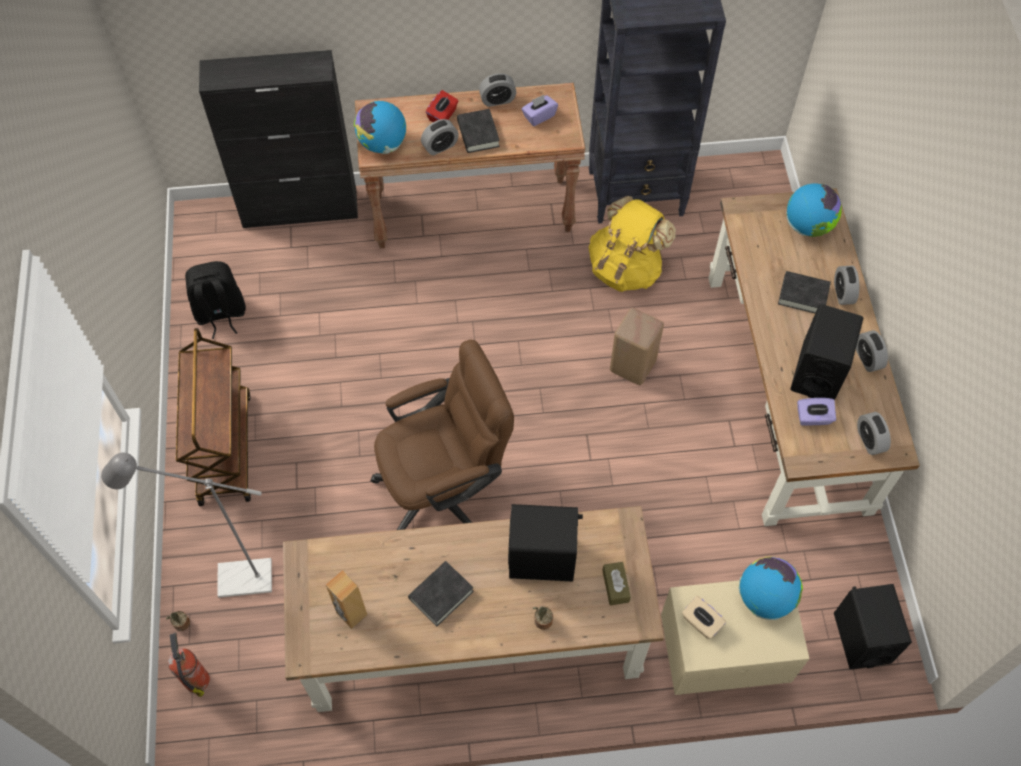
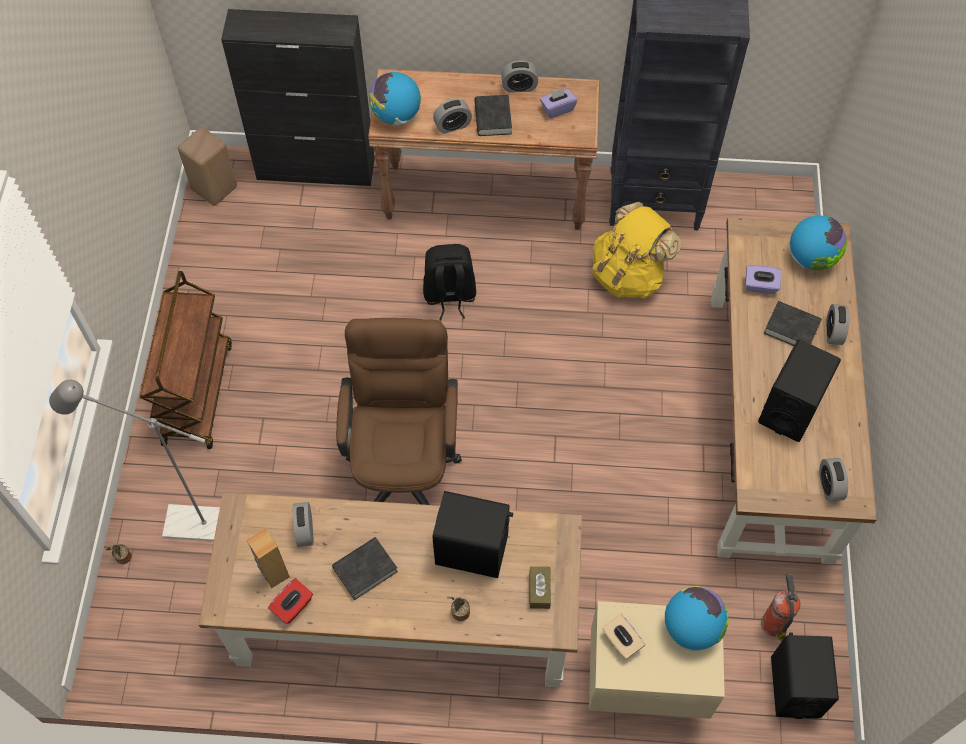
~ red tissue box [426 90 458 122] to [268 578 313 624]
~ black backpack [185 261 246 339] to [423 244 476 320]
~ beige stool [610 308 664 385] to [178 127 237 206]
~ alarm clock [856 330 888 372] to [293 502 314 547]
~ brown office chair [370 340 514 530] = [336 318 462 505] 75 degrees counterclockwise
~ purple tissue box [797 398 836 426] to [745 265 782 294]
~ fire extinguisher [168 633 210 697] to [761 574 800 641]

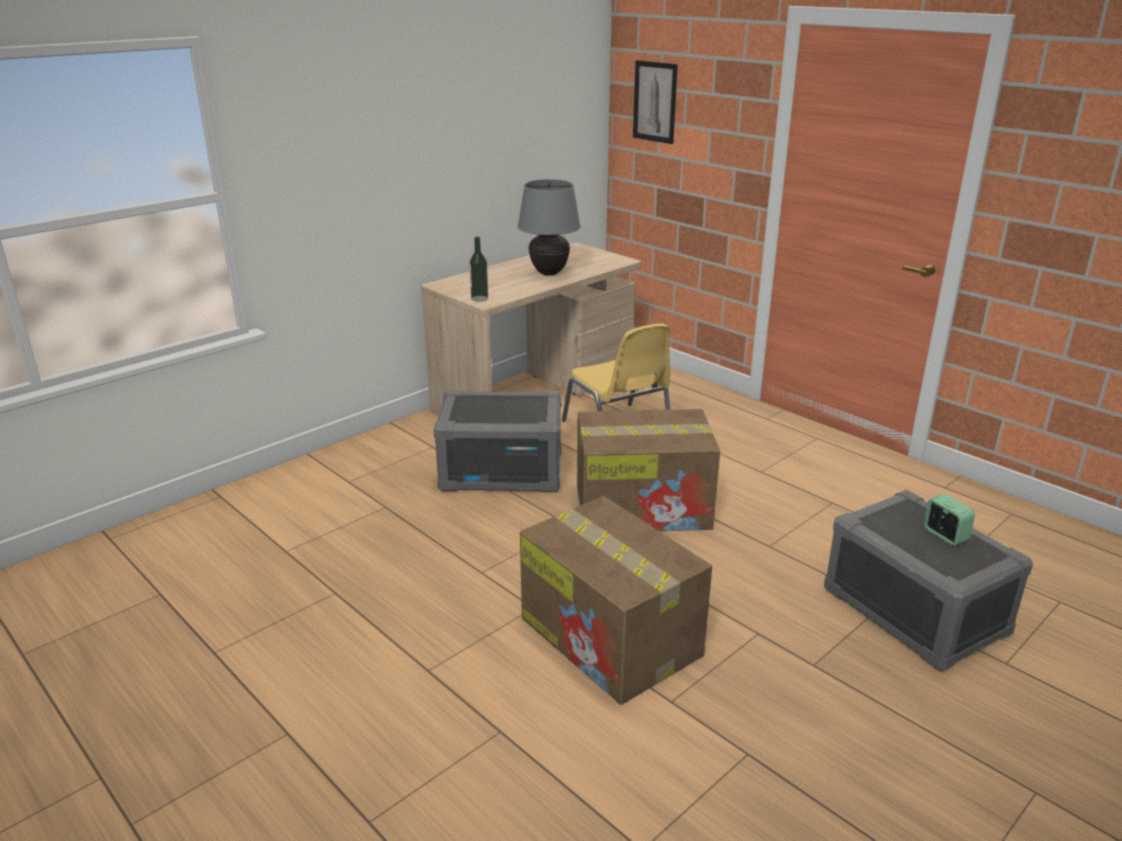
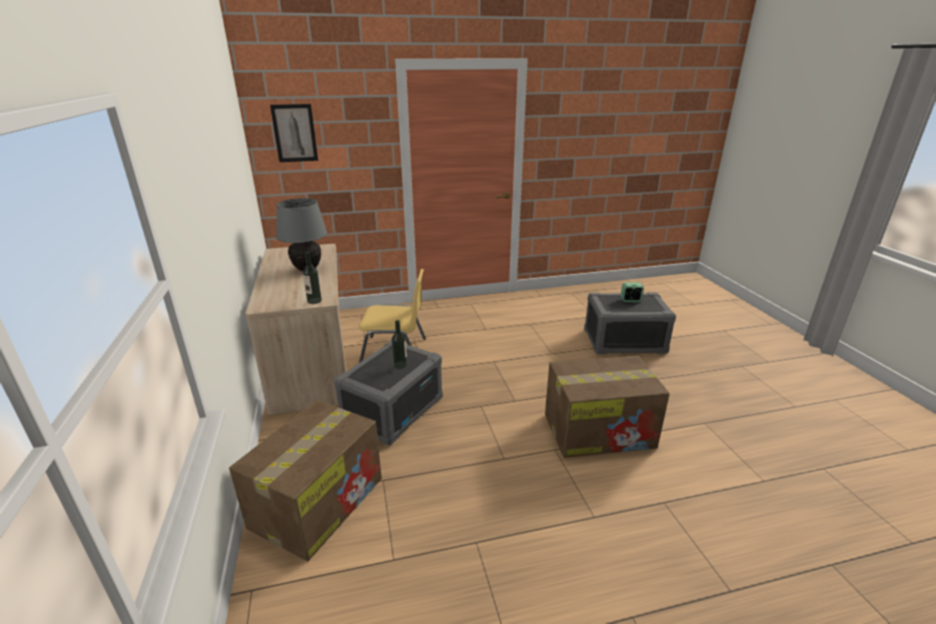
~ cardboard box [577 409 720 531] to [229 400 382 561]
+ bottle [392 320 407 369]

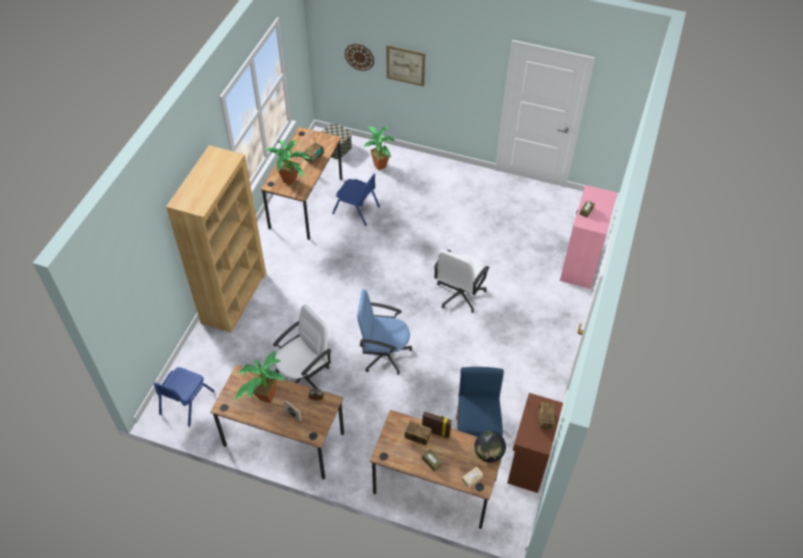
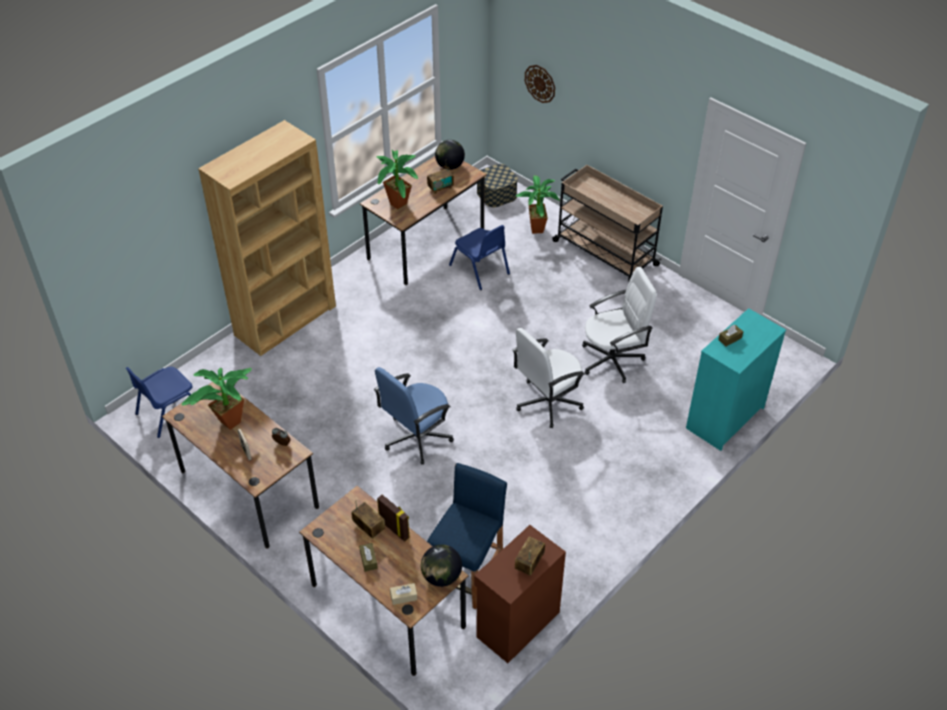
- picture [387 45 425 87]
~ pink dresser [560 185 617 289] to turquoise dresser [686 308 786 451]
~ blue office chair [357 289 412 375] = [374 367 454 465] 75 degrees counterclockwise
~ white office chair [273 304 331 389] to [582 267 657 383]
+ globe [435 140 465 170]
+ beige cart [552 165 663 281]

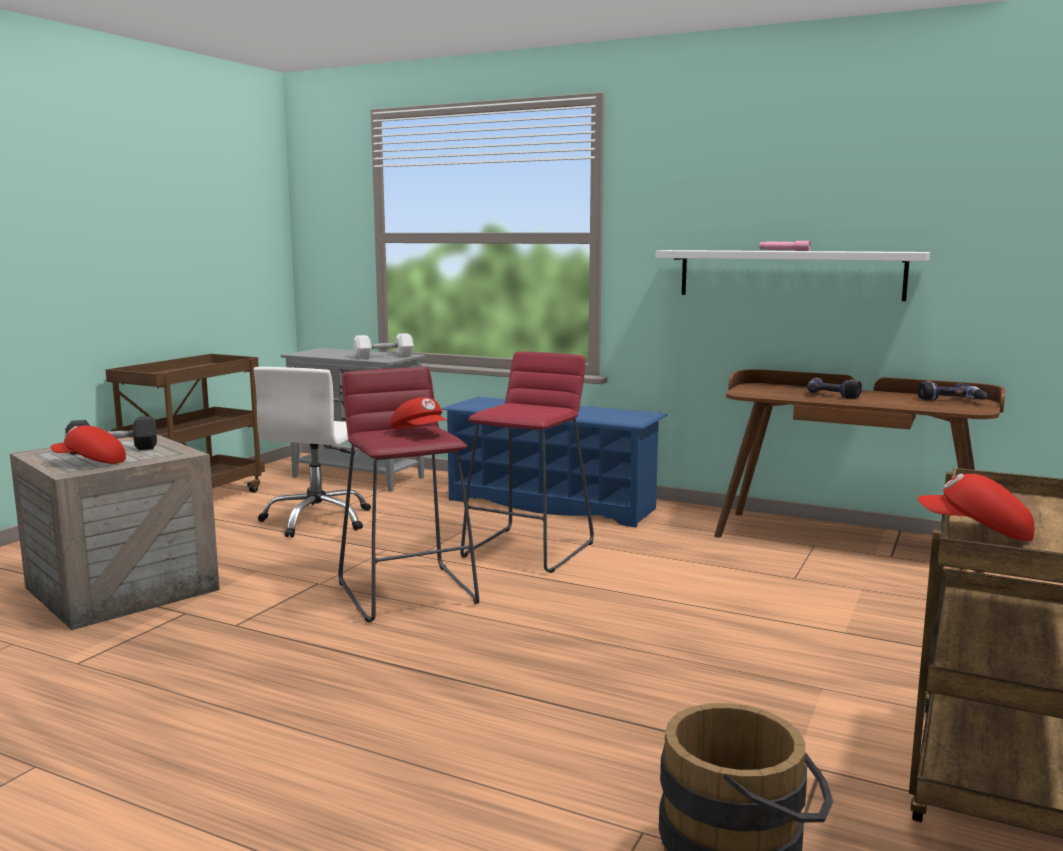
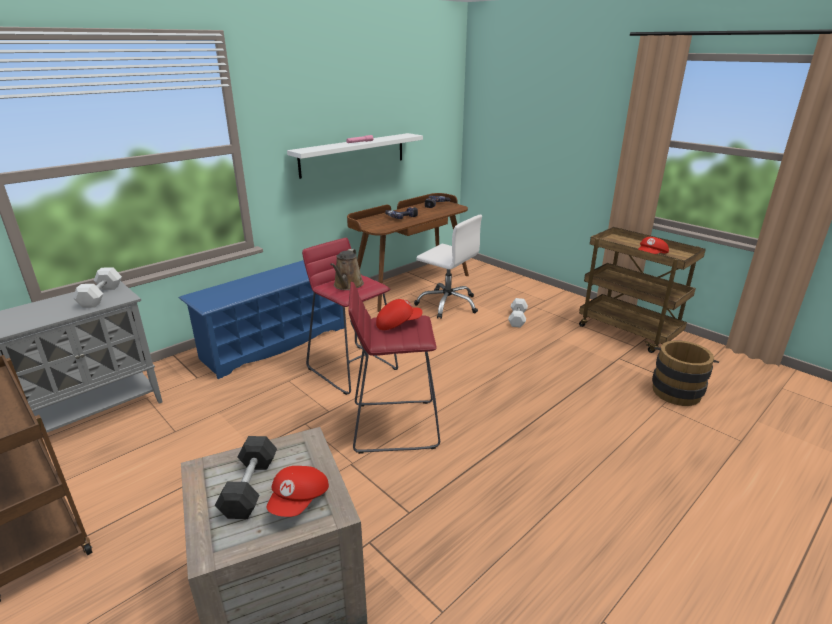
~ white office chair [254 367 371 537] to [414 215 482 319]
+ brown watering can [330 249 364 290]
+ white dumbbell [508 298 528 328]

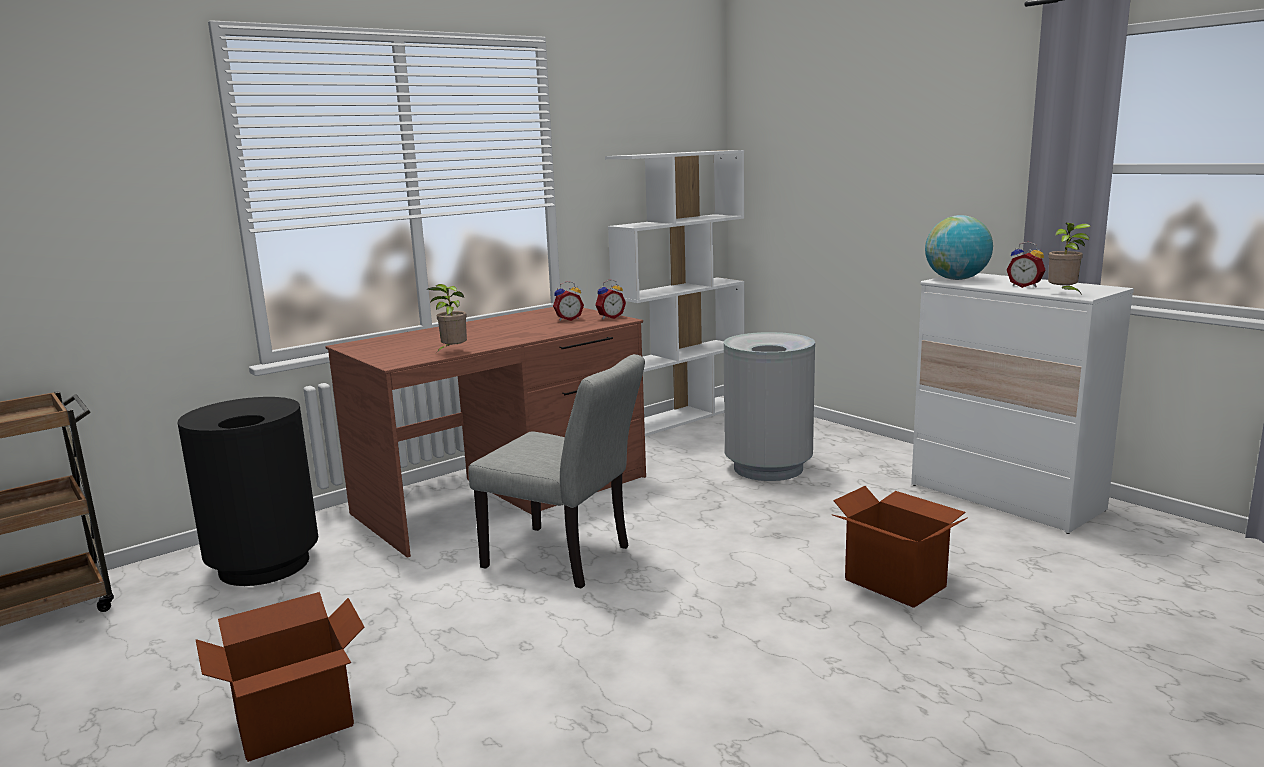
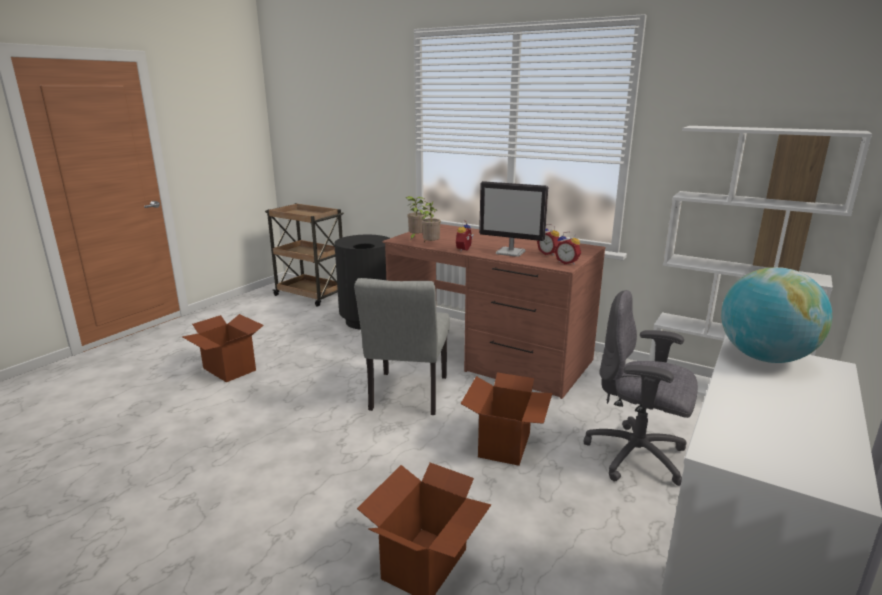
~ potted plant [1048 223 1091 295] to [405 196 425 240]
~ alarm clock [1007 242 1046 288] to [456 220 474 252]
~ grey trash can [724 332 815 481] to grey office chair [583 290 698 486]
+ monitor [479 181 548 257]
+ cardboard box [461 373 552 466]

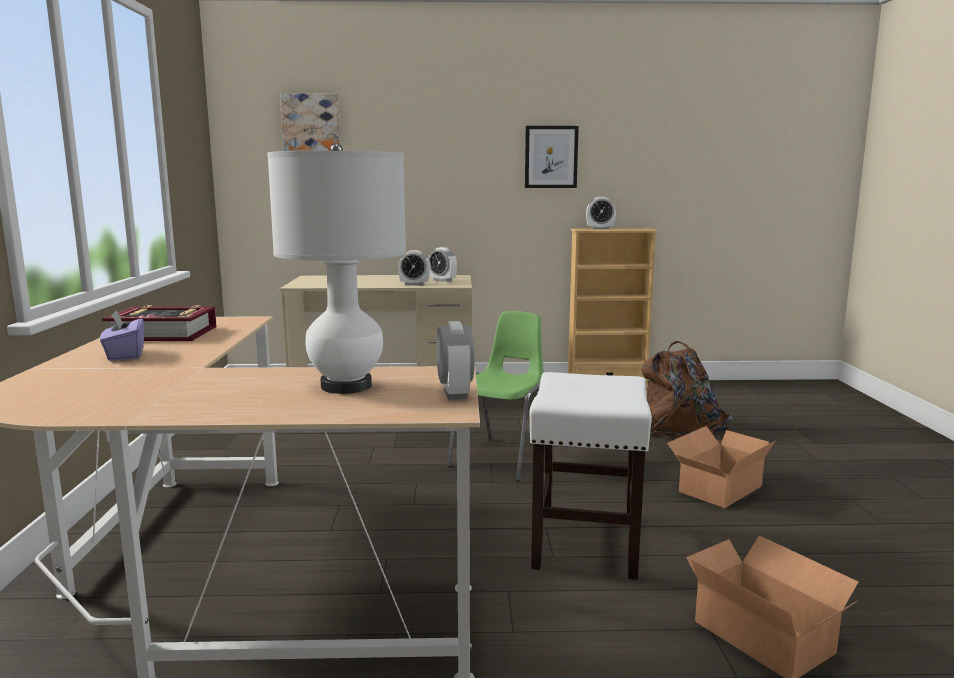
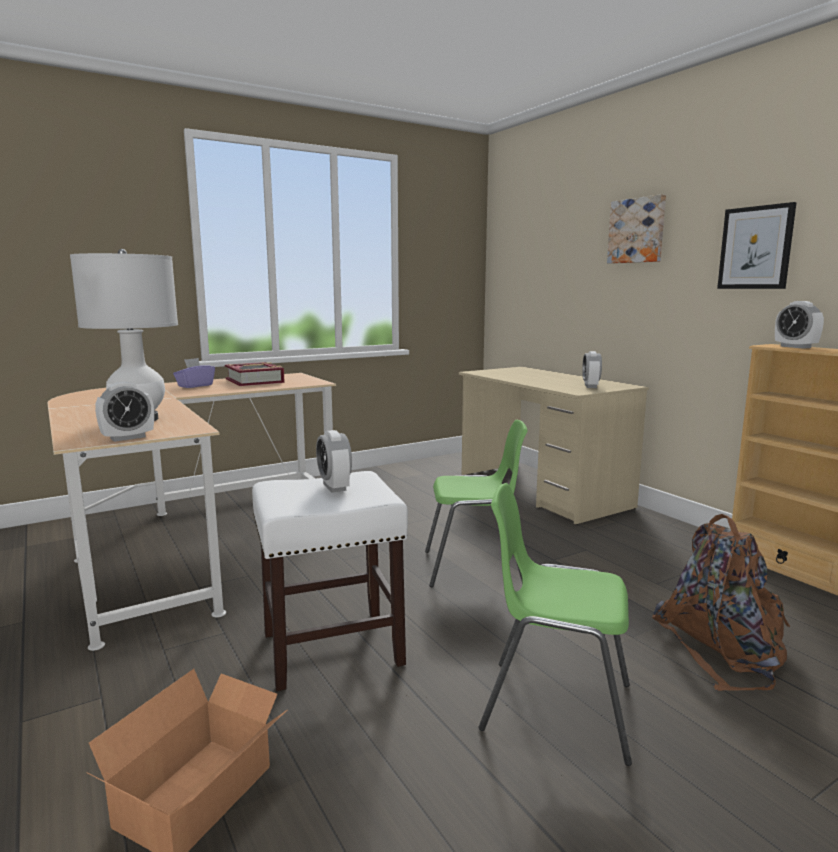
~ picture [280 93 340 151] to [607 194 666 264]
~ alarm clock [398 250 430 286] to [316 430 352 493]
~ cardboard box [667 426 775 508] to green chair [478 483 632 766]

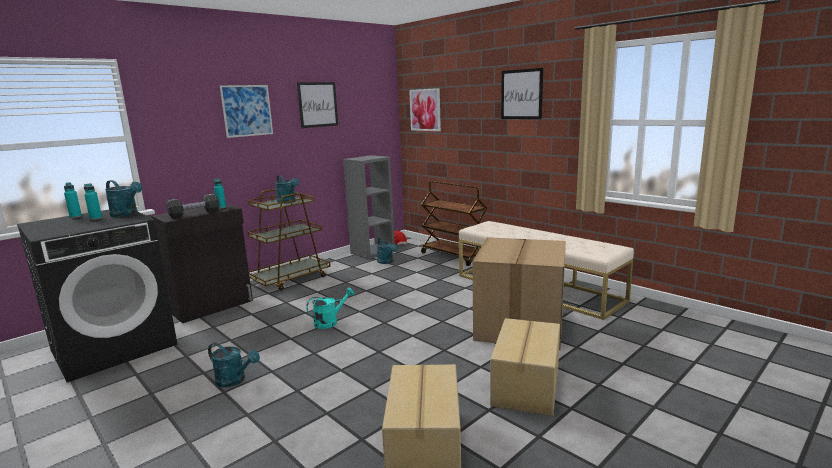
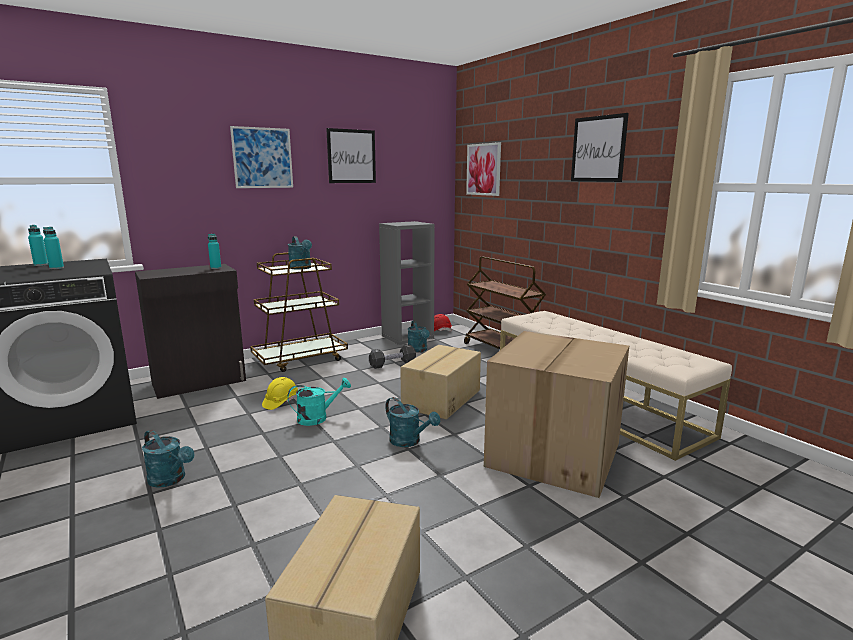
~ turquoise watering can [105 180 143 217] to [385 397 440 447]
~ black dumbbell [166 194 220 218] to [369 344 416 369]
~ cardboard box [490 318 560 416] to [400 345 481 419]
+ yellow hard hat [262 377 298 410]

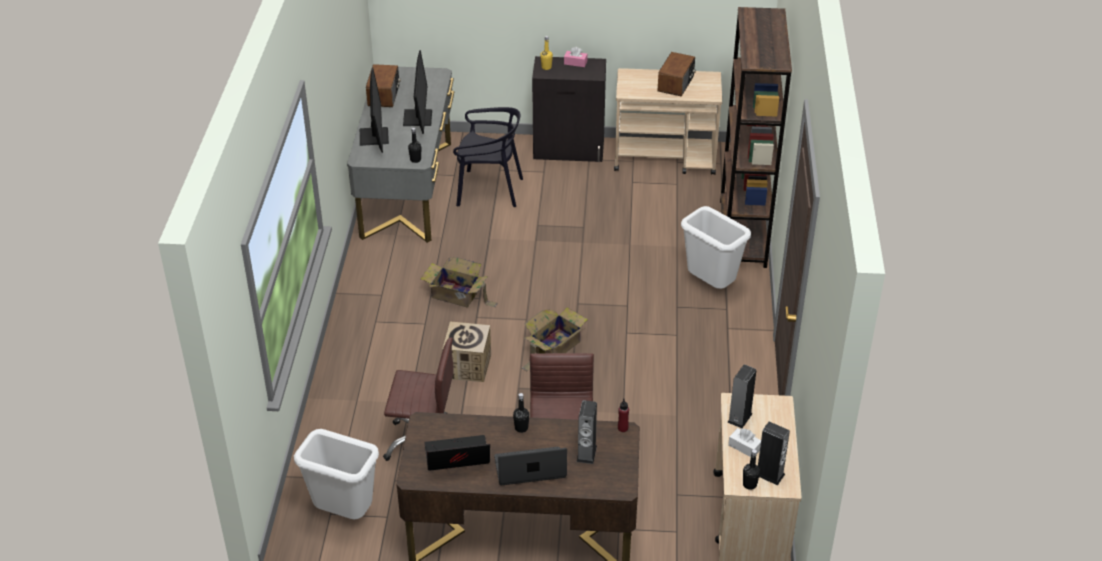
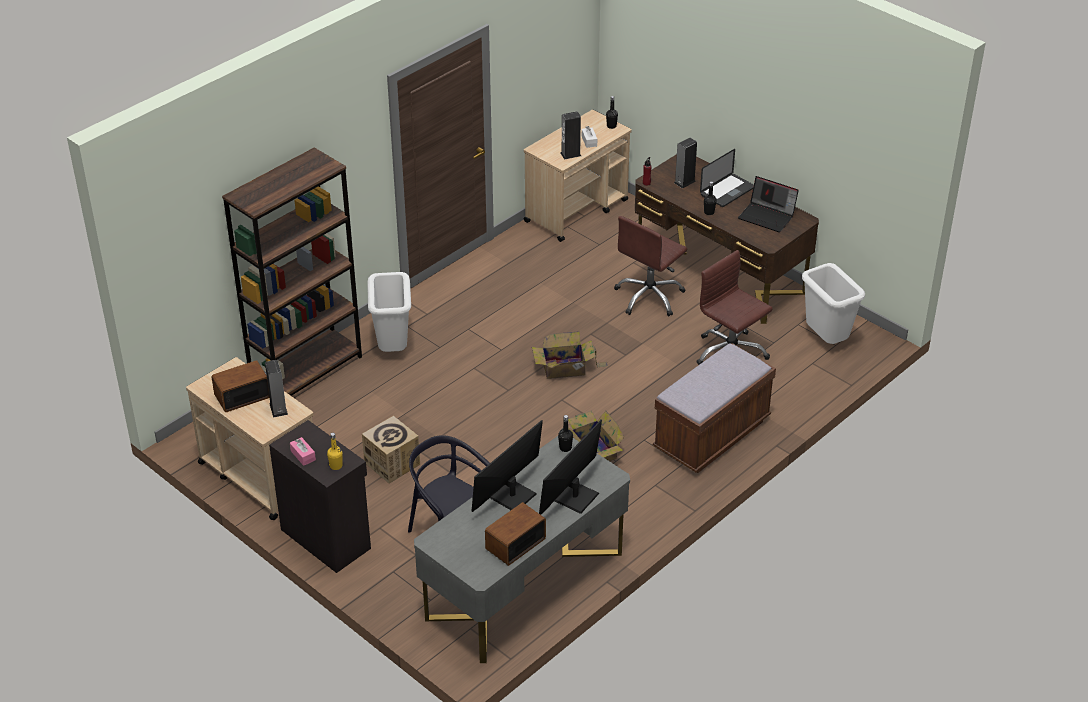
~ cardboard box [442 321 491 382] to [362 416 420 483]
~ speaker [758 422 790 485] to [265 360 288 418]
~ laptop [494 447 567 485] = [700 149 754 207] 75 degrees counterclockwise
+ brown bench [653 343 776 473]

